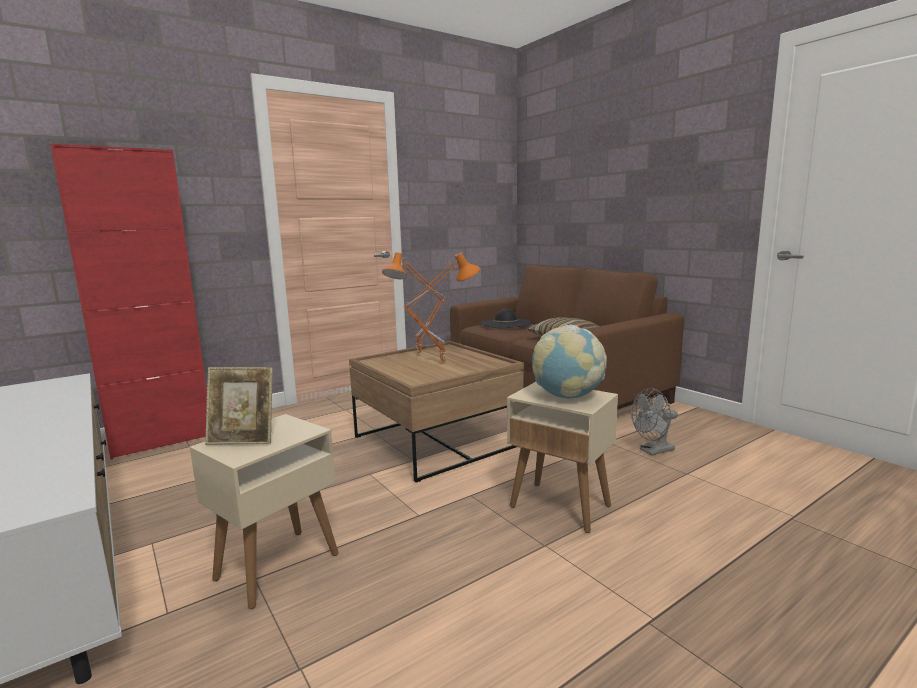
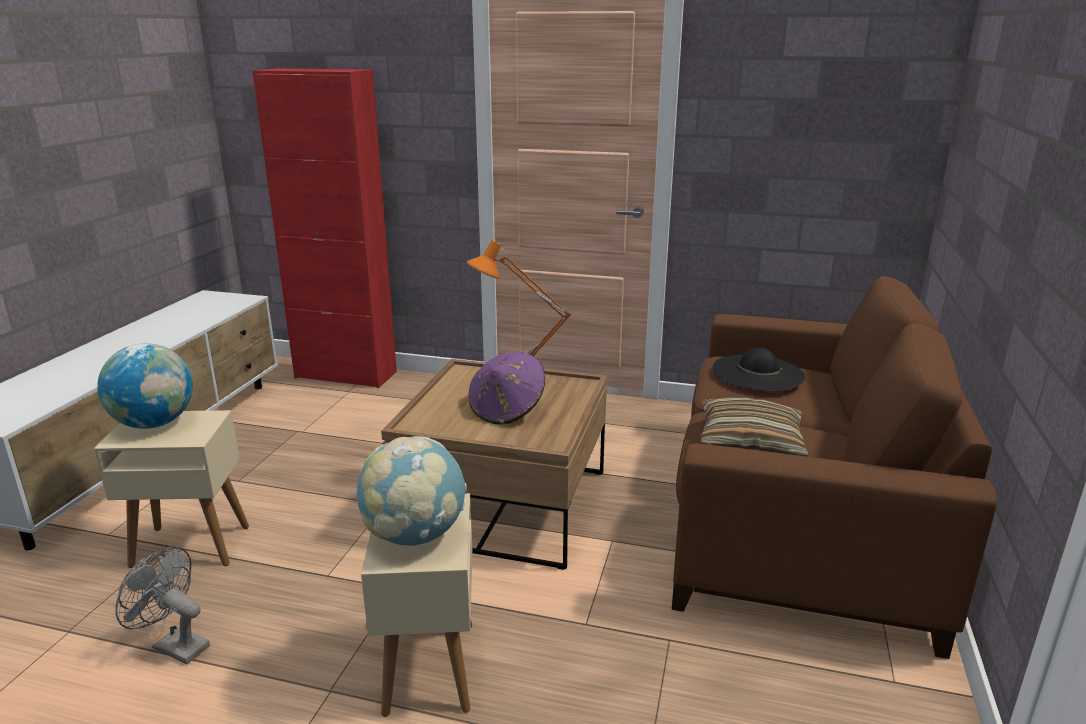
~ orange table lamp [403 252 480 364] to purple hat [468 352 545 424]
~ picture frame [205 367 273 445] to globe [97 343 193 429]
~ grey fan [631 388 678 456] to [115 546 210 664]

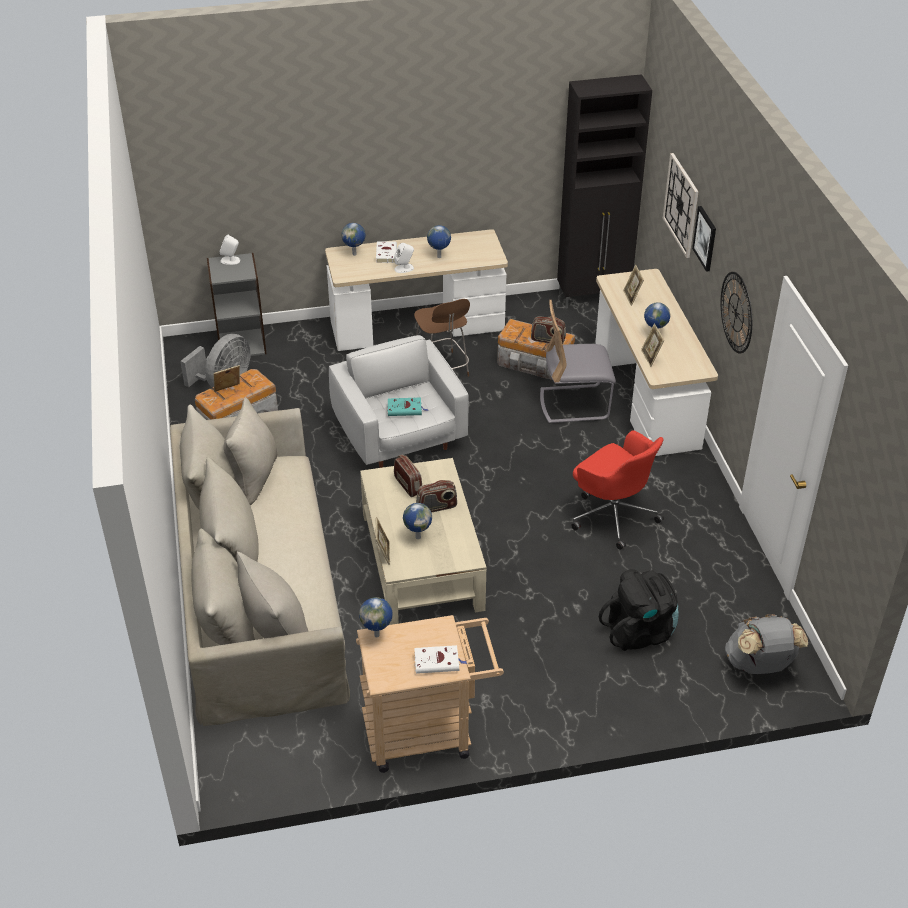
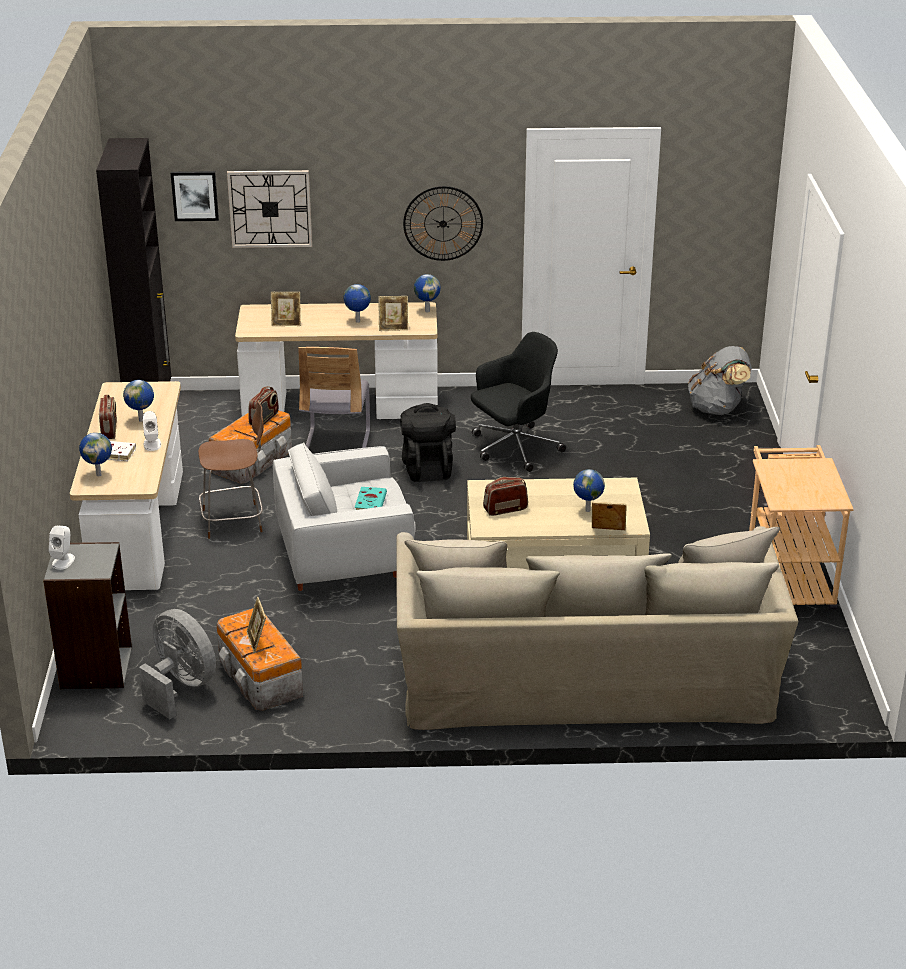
~ picture [692 206 716 272] to [171 171 219 221]
~ red office chair [571 430 664 550] to black office chair [471 332 566 472]
~ radio [416 480 457 513] to [99 395 117 439]
~ black backpack [599 569 679 651] to [400 403 456 482]
~ globe [359 597 393 638] to [414 274 441 312]
- white book [414 645 467 674]

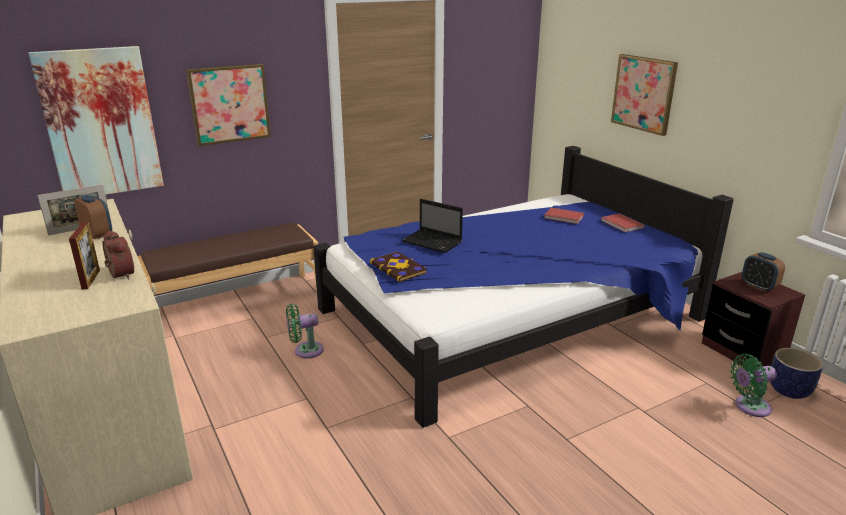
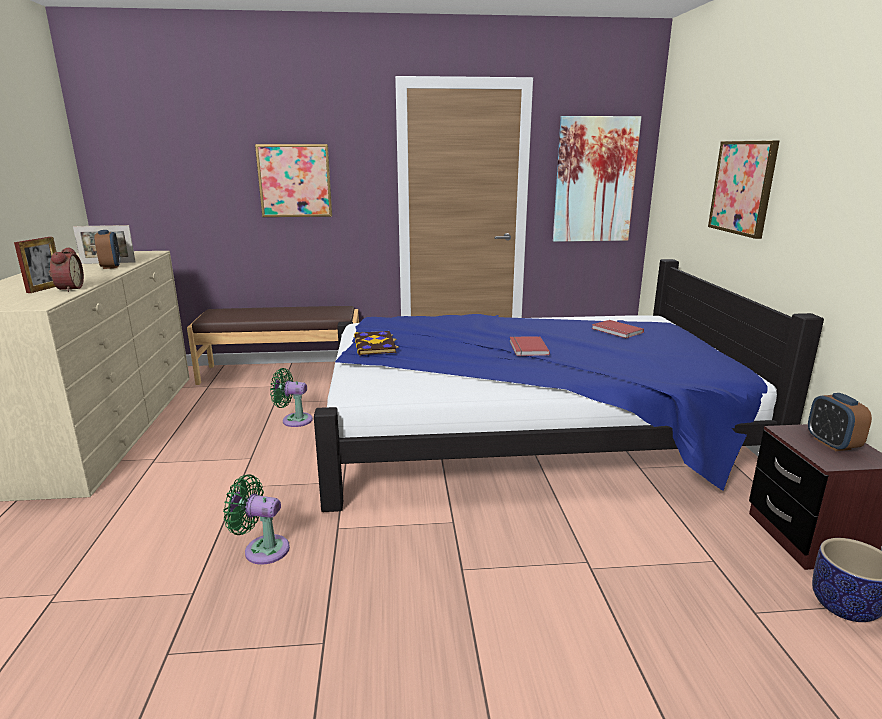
~ picture [28 46 164 195] to [553 116 641 242]
- laptop [401 199 463 253]
~ red book [601 213 645 232] to [510 336 550 356]
~ green fan [730 354 777 417] to [223 474 290 565]

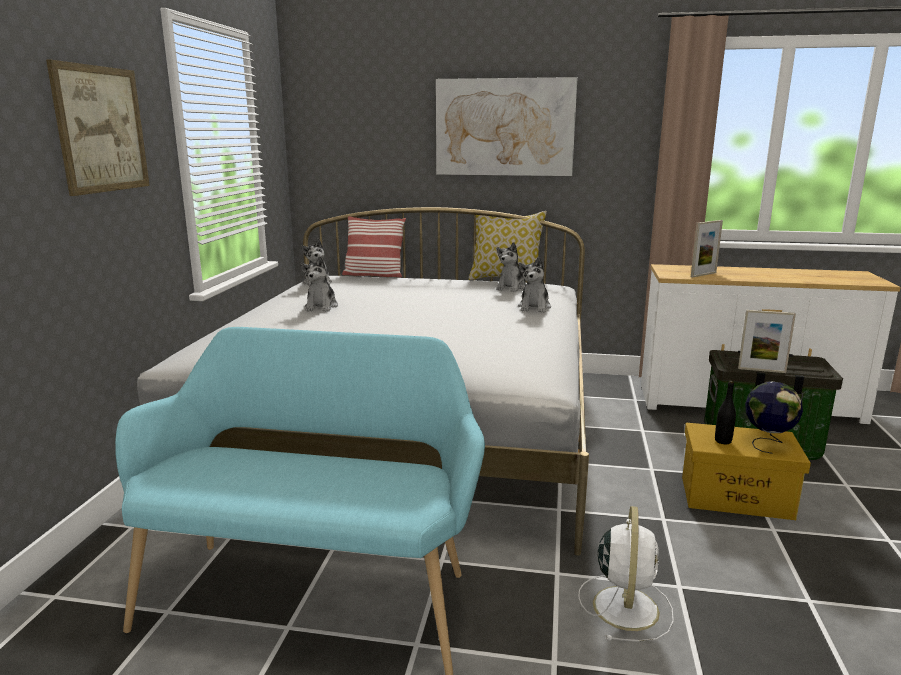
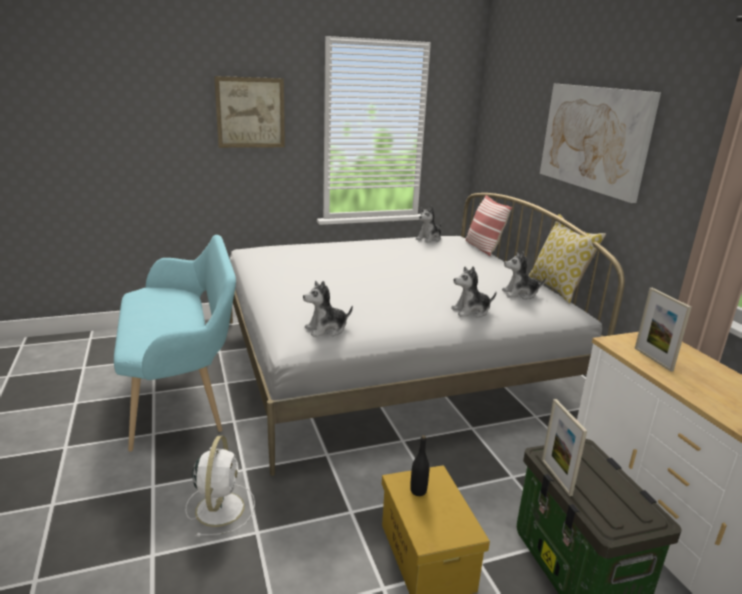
~ picture frame [691 220 723 278] = [635 288 692 372] 45 degrees clockwise
~ plush toy [300 256 338 312] to [303 281 353 337]
- globe [745 382 803 454]
~ white fan [578 506 674 642] = [186 436 255 537] 75 degrees counterclockwise

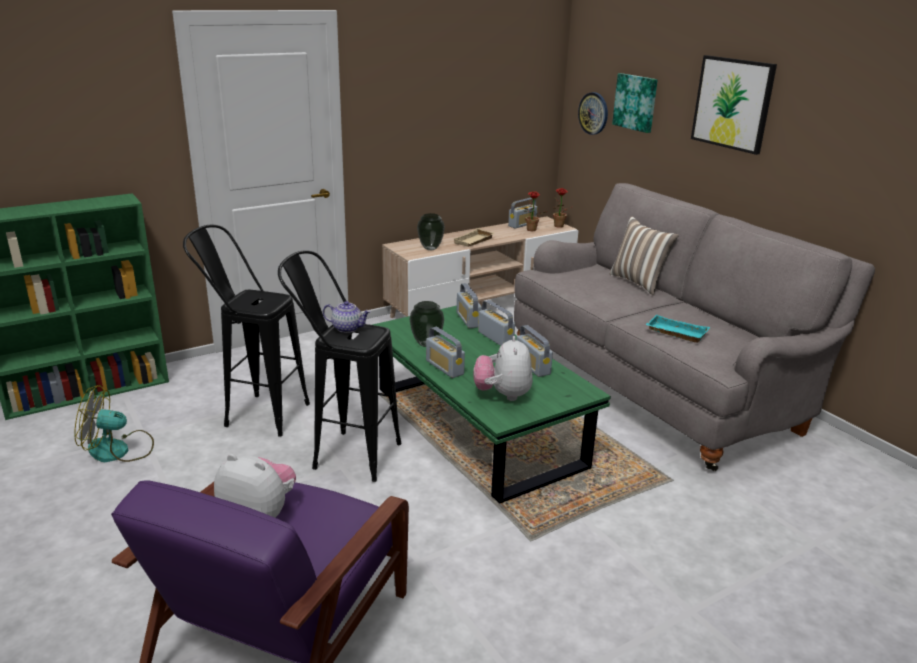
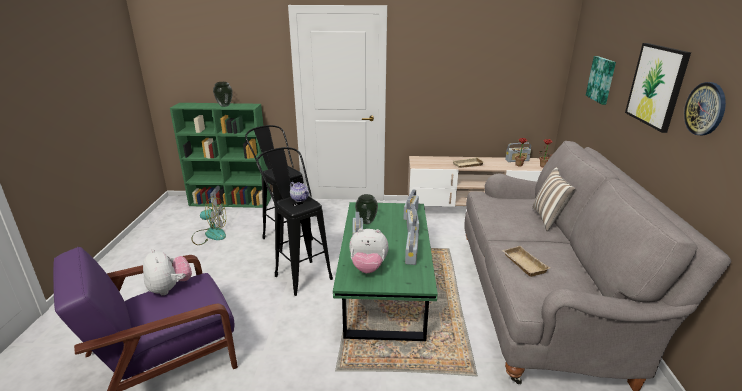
~ wall clock [578 92 608 135] to [684 82 726 135]
~ vase [417 213 445 250] to [213 82 233 107]
~ turquoise tray [646 315 710 343] to beige tray [502 246 550 277]
~ plush toy [473 336 533 401] = [349 229 389 273] 120 degrees counterclockwise
~ fan [74 385 154 462] = [191 196 226 245] 150 degrees clockwise

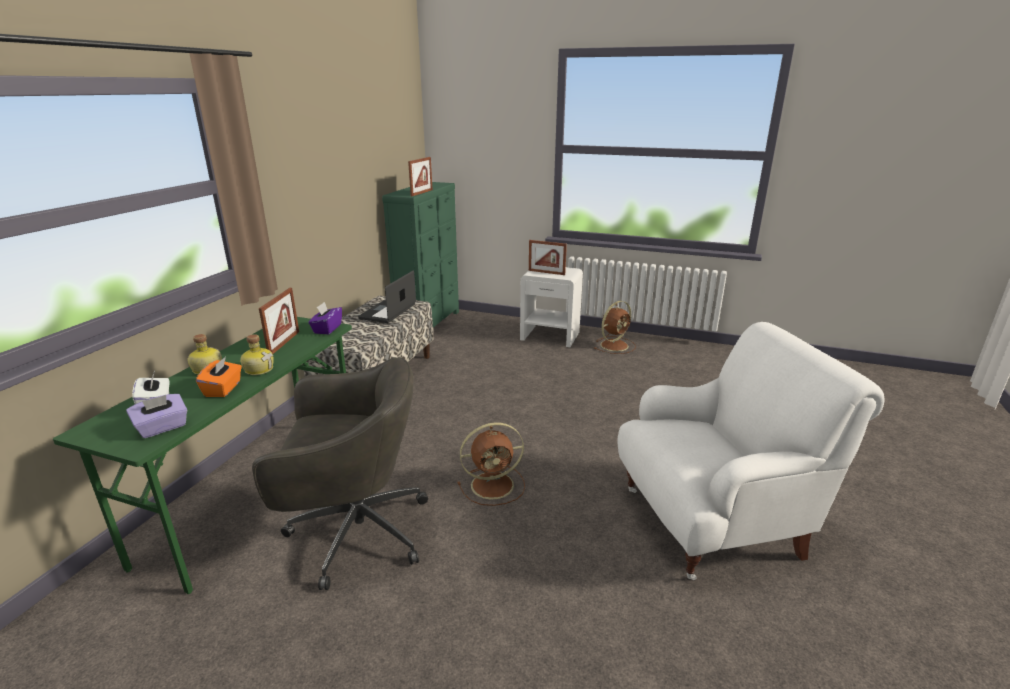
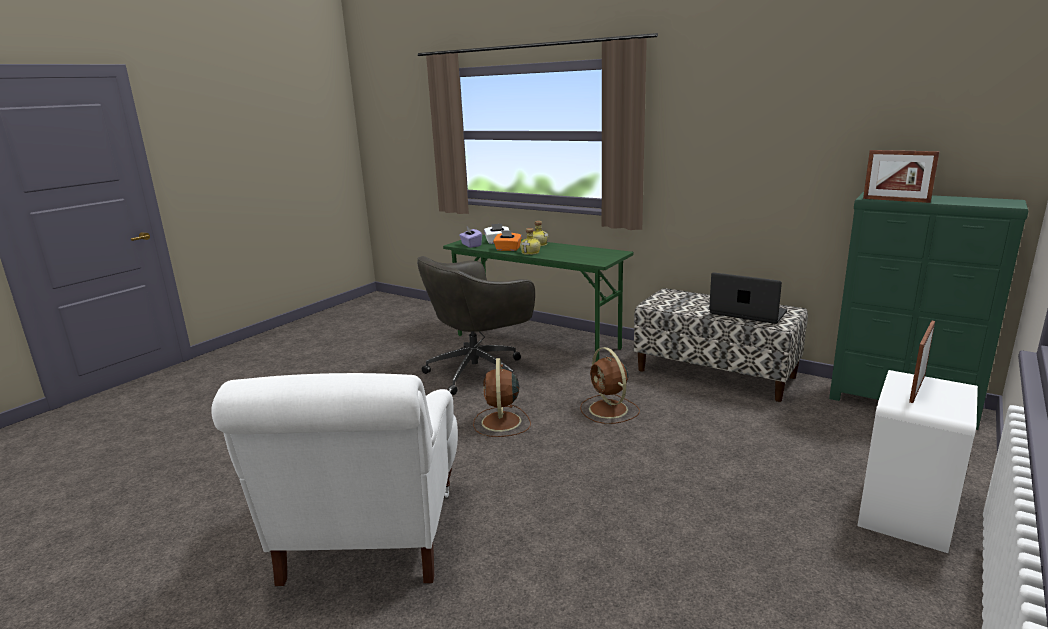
- picture frame [259 288 299 354]
~ brown fan [594 301 636 354] to [580 347 640 424]
- purple tissue box [308 302 342 334]
~ grey office chair [252 357 428 590] = [417 256 535 395] 45 degrees clockwise

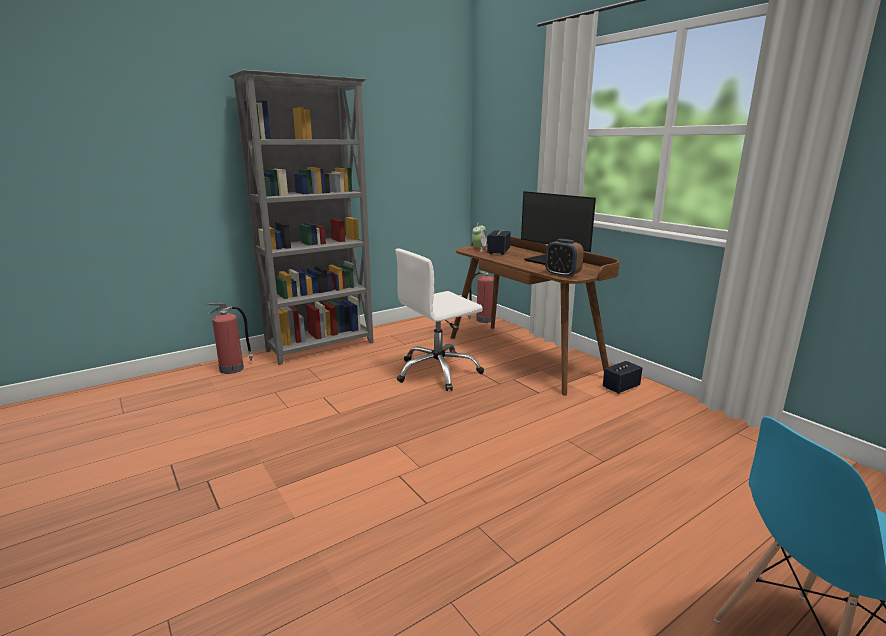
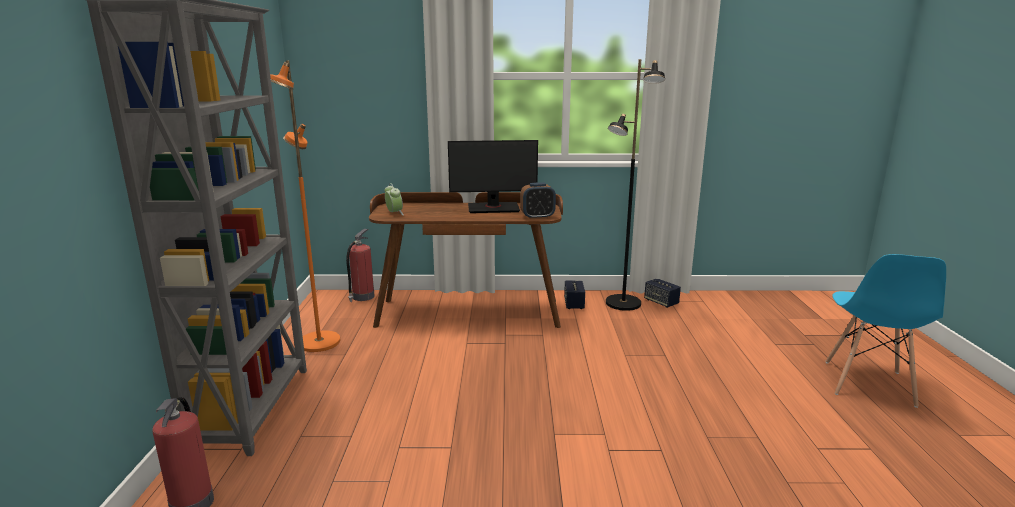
~ speaker [487 230 511 255] to [644 279 681 308]
- white office chair [395 249 484 391]
+ black floor lamp [606 59 665 311]
+ orange floor lamp [270 61 340 352]

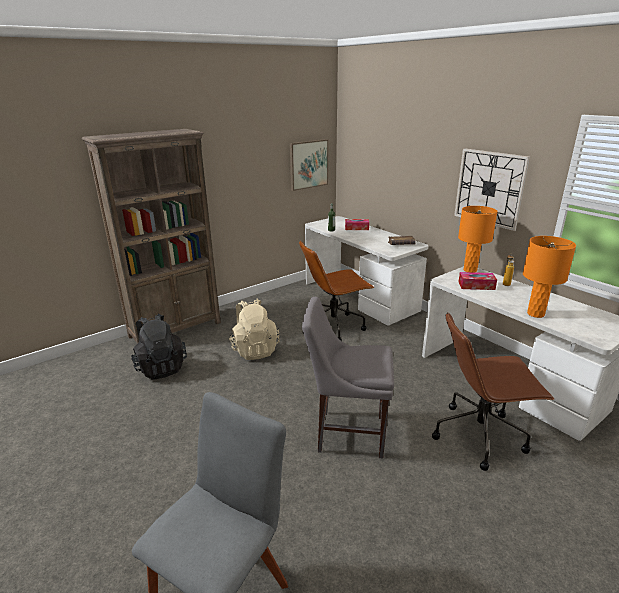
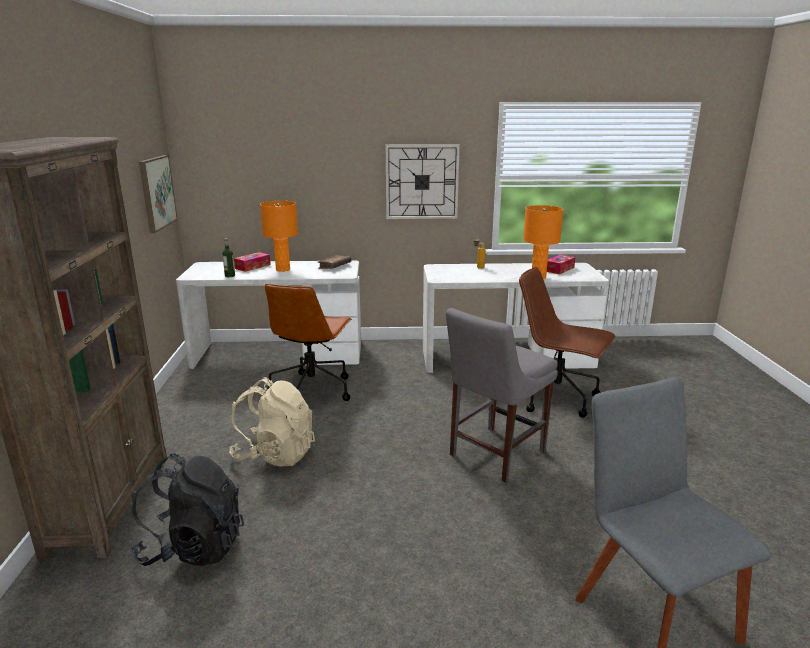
~ orange table lamp [458 206 498 272] to [260 201 298 272]
~ tissue box [458 272 497 290] to [547 255 575 274]
~ brown office chair [432 312 554 471] = [519 267 616 418] 90 degrees clockwise

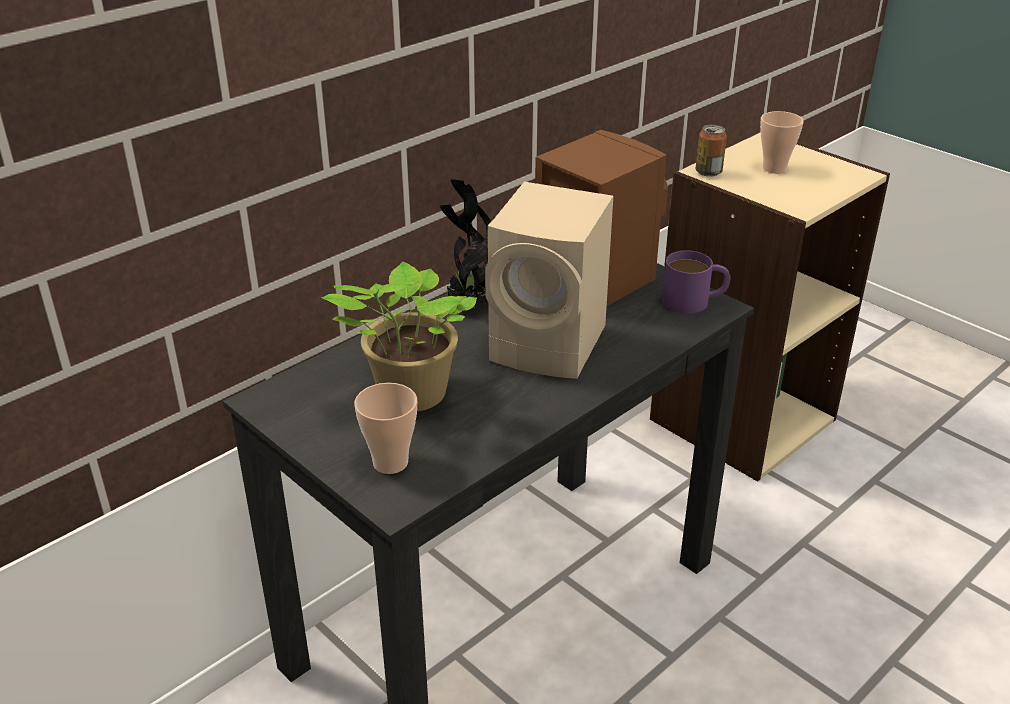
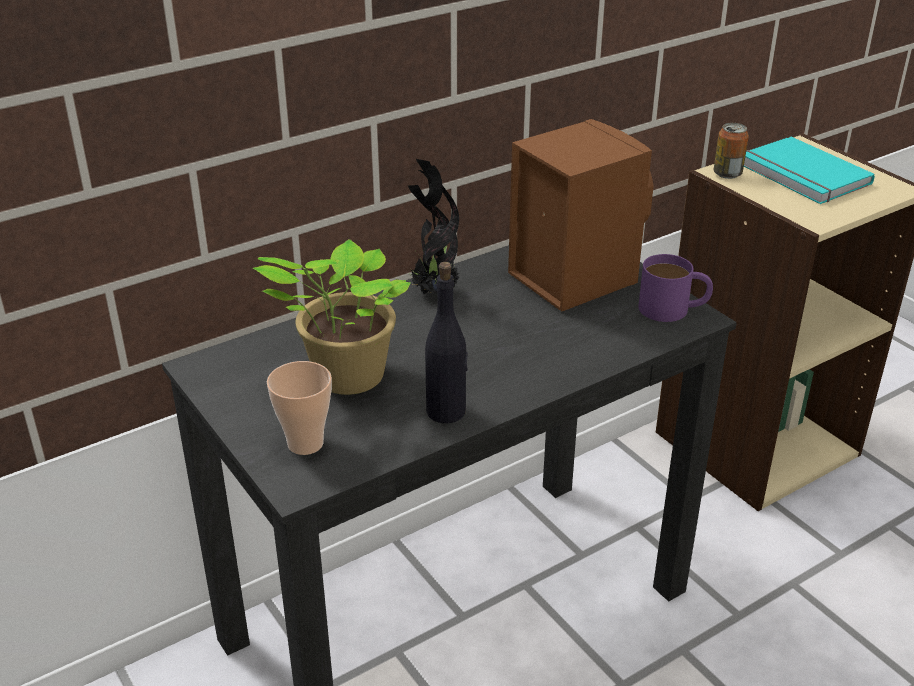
~ cup [760 111 804 174] to turquoise book [744 137 875 204]
- beige speaker [485 182 613 379]
+ black bottle [425 262 468 423]

